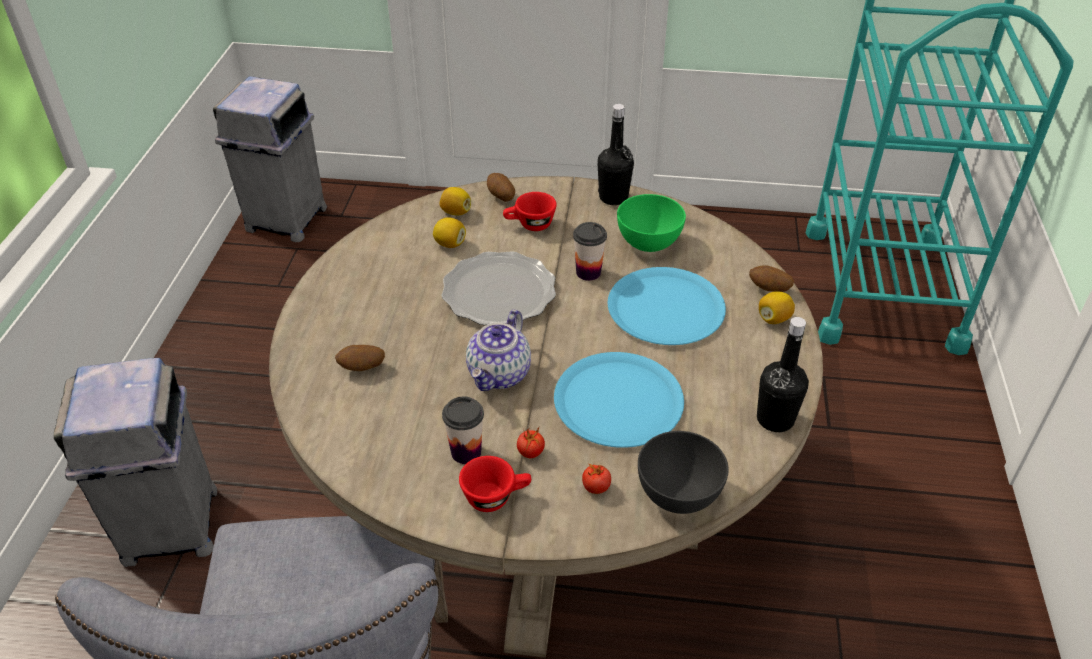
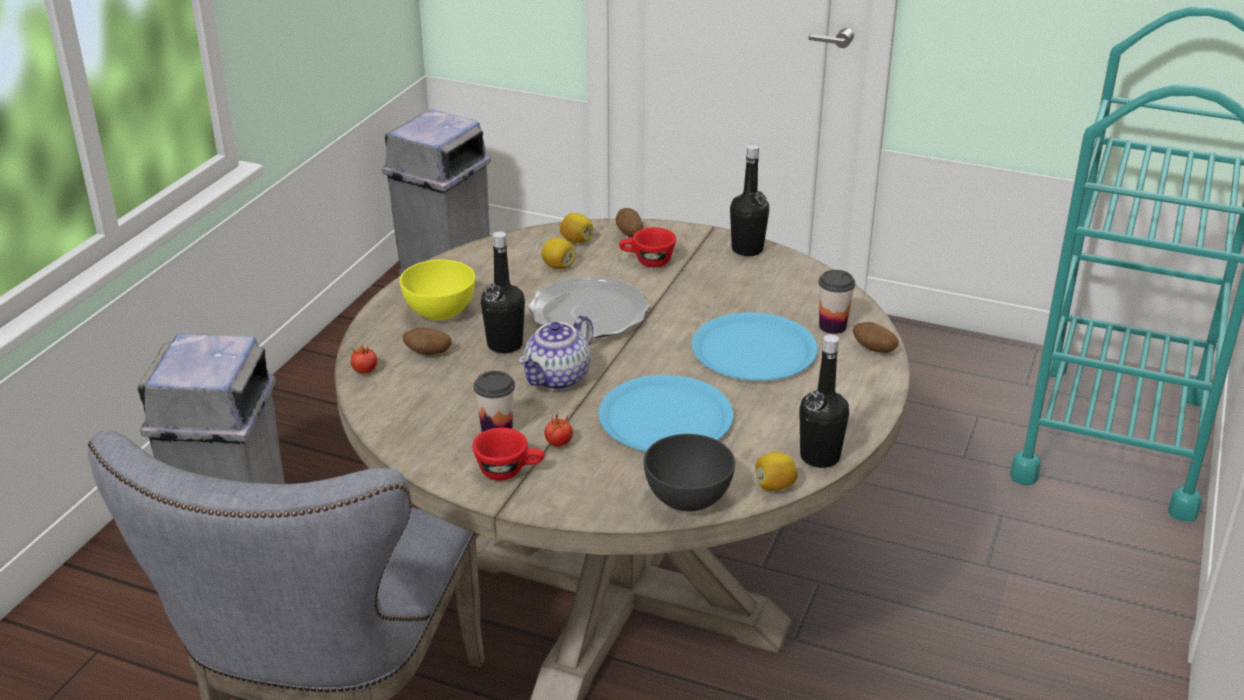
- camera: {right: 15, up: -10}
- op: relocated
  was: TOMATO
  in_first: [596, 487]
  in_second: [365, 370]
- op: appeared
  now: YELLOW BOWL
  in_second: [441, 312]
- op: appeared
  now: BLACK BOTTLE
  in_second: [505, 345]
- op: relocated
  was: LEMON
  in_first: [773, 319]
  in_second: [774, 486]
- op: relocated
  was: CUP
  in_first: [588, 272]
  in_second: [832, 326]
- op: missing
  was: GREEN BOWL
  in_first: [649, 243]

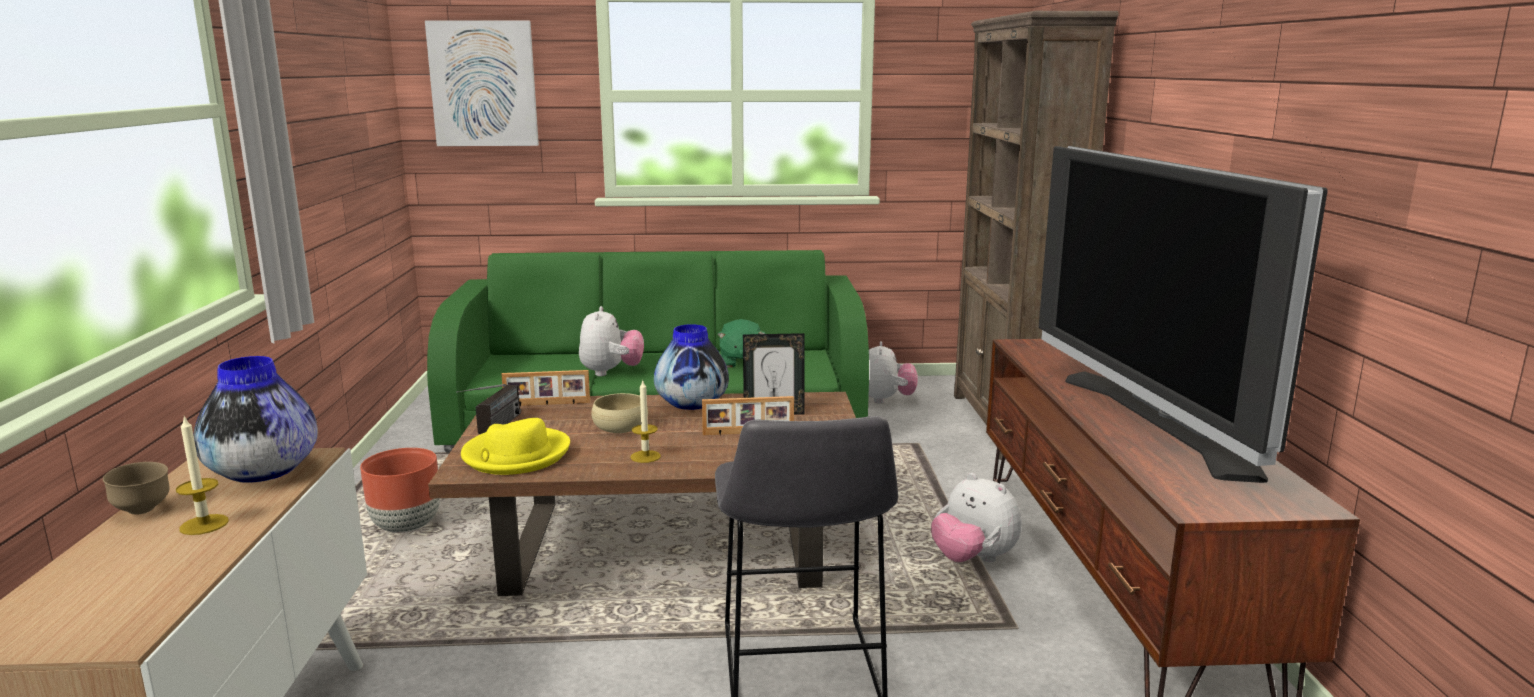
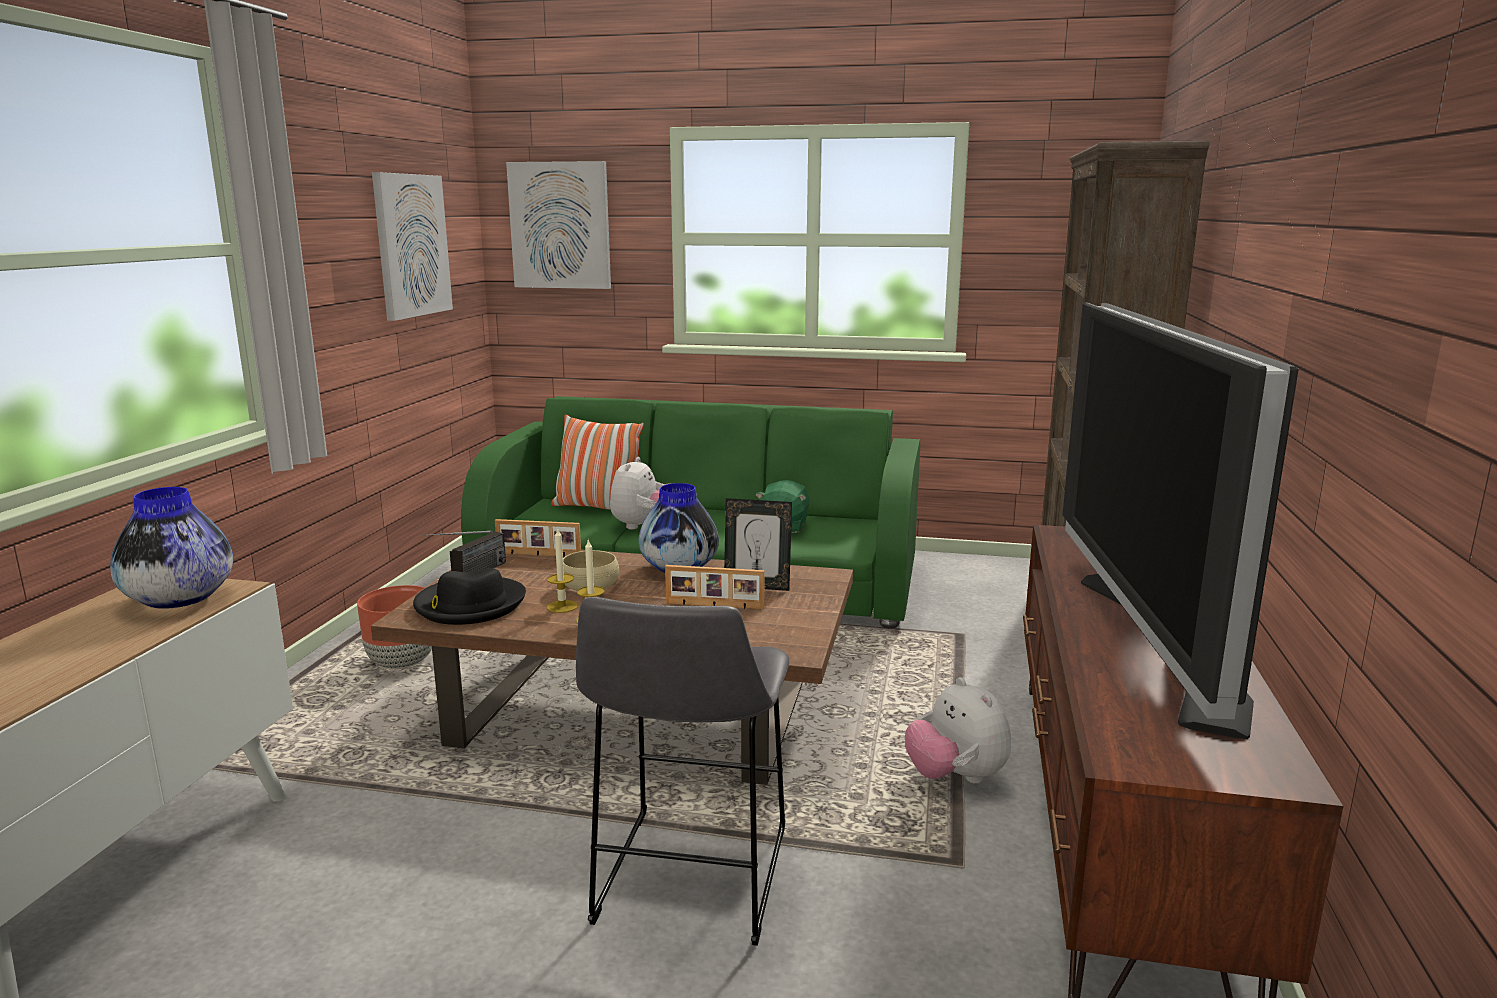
- camera: {right: 15, up: 0}
- op: appeared
  now: PICTURE
  in_second: [411, 245]
- op: colour
  was: YELLOW HAT
  now: BLACK HAT
  in_first: [515, 455]
  in_second: [469, 605]
- op: relocated
  was: CANDLE
  in_first: [204, 524]
  in_second: [562, 606]
- op: appeared
  now: PILLOW
  in_second: [597, 507]
- op: missing
  was: BROWN BOWL
  in_first: [143, 511]
- op: missing
  was: PLUSH TOY
  in_first: [887, 400]

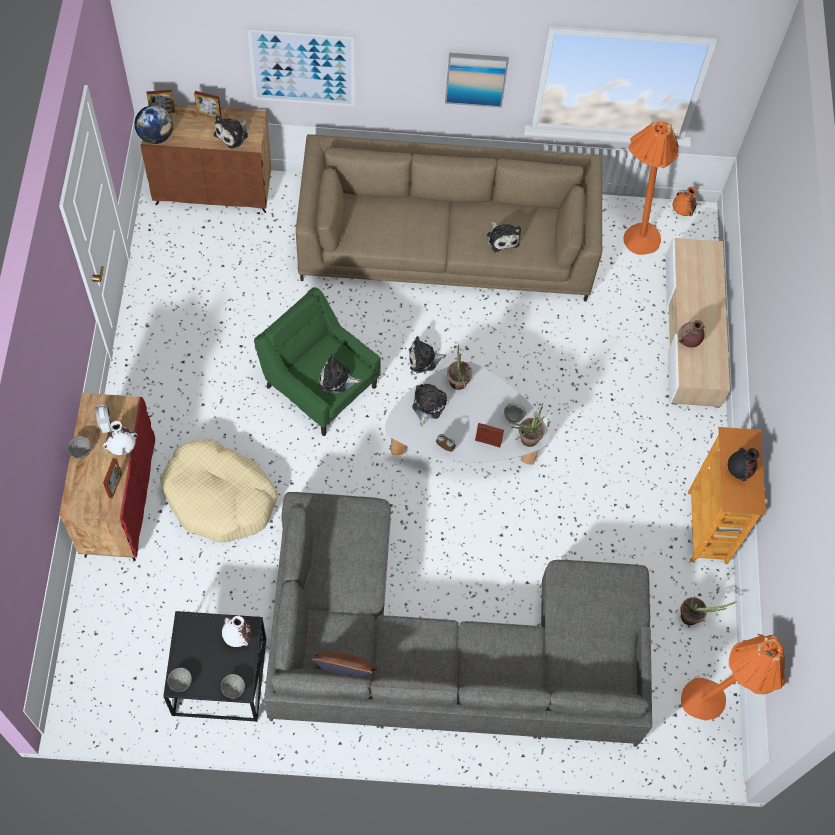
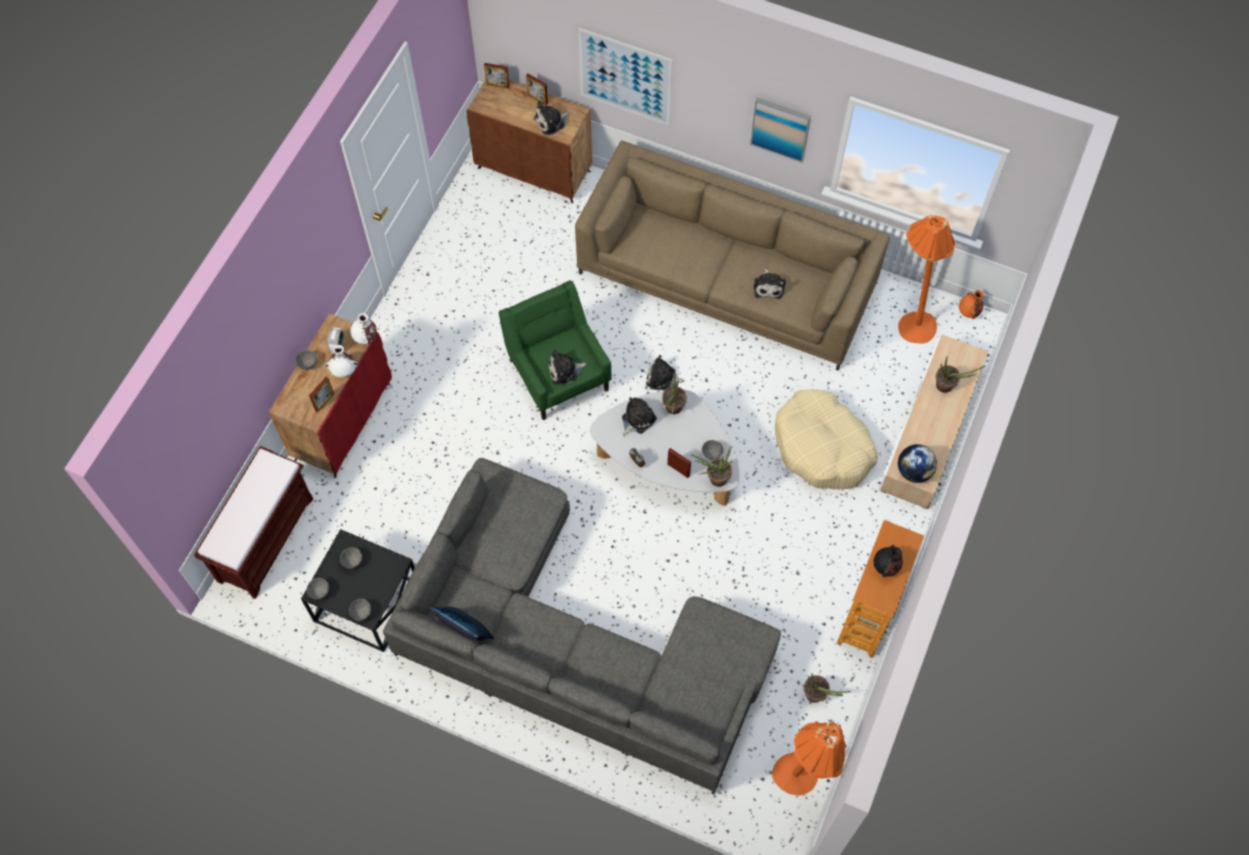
- camera: {right: 25, up: 0}
- op: appeared
  now: BROWN BENCH
  in_second: [266, 538]
- op: appeared
  now: GREY BOWL
  in_second: [352, 562]
- op: relocated
  was: WHITE VASE
  in_first: [238, 636]
  in_second: [365, 337]
- op: colour
  was: BROWN PILLOW
  now: BLUE PILLOW
  in_first: [343, 672]
  in_second: [464, 631]
- op: spun
  was: PLUSH TOY
  in_first: [336, 379]
  in_second: [565, 371]
  clockwise: -45
- op: relocated
  was: BEIGE DOG BED
  in_first: [219, 497]
  in_second: [822, 447]
- op: relocated
  was: GLOBE
  in_first: [156, 136]
  in_second: [914, 471]
- op: appeared
  now: POTTED PLANT
  in_second: [948, 387]
- op: missing
  was: BROWN VASE
  in_first: [688, 341]

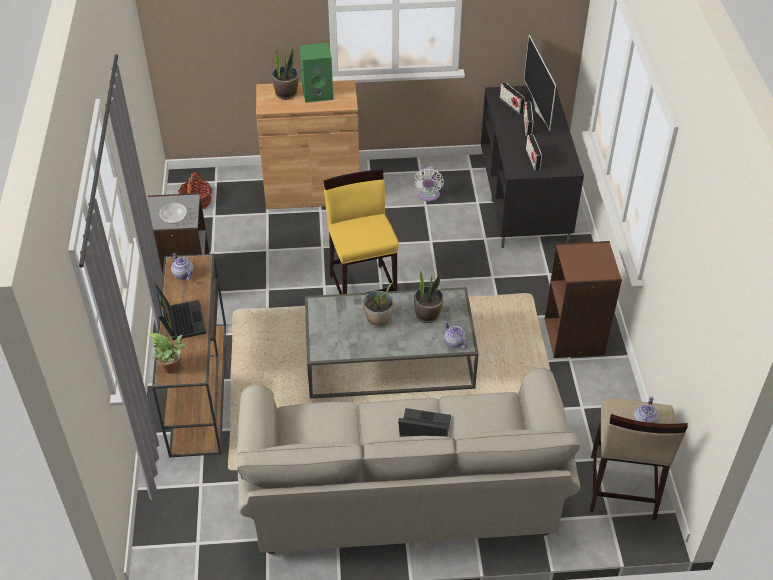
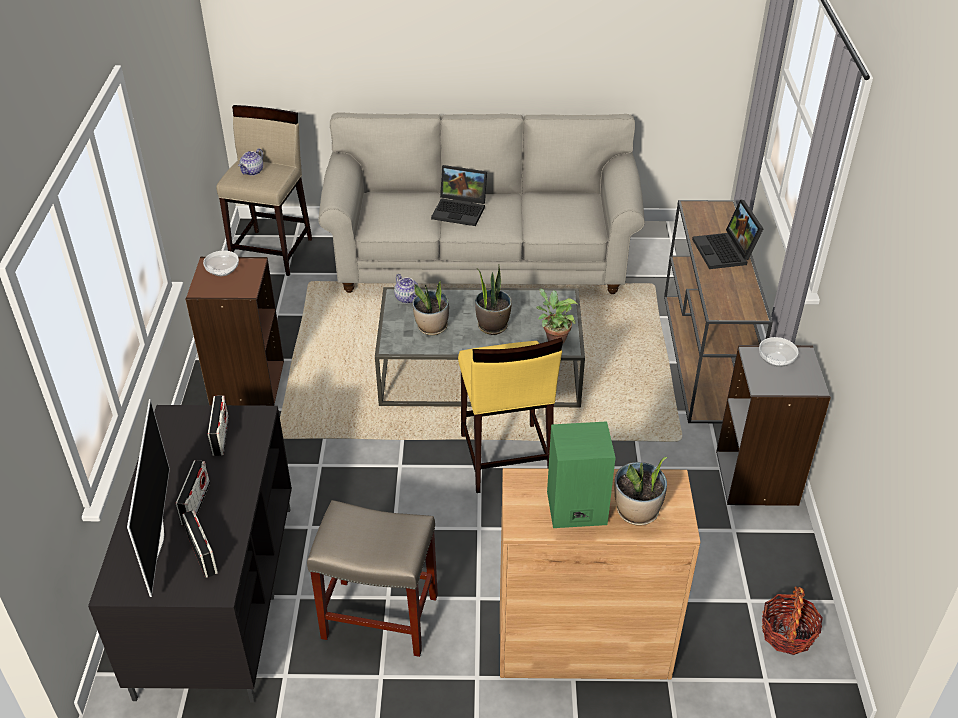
- camera: {right: -175, up: -5}
- op: appeared
  now: BOWL
  in_second: [222, 271]
- op: exchanged
  was: WHITE FAN
  now: BEIGE STOOL
  in_first: [428, 196]
  in_second: [378, 616]
- op: relocated
  was: POTTED PLANT
  in_first: [173, 368]
  in_second: [554, 339]
- op: missing
  was: TEAPOT
  in_first: [183, 274]

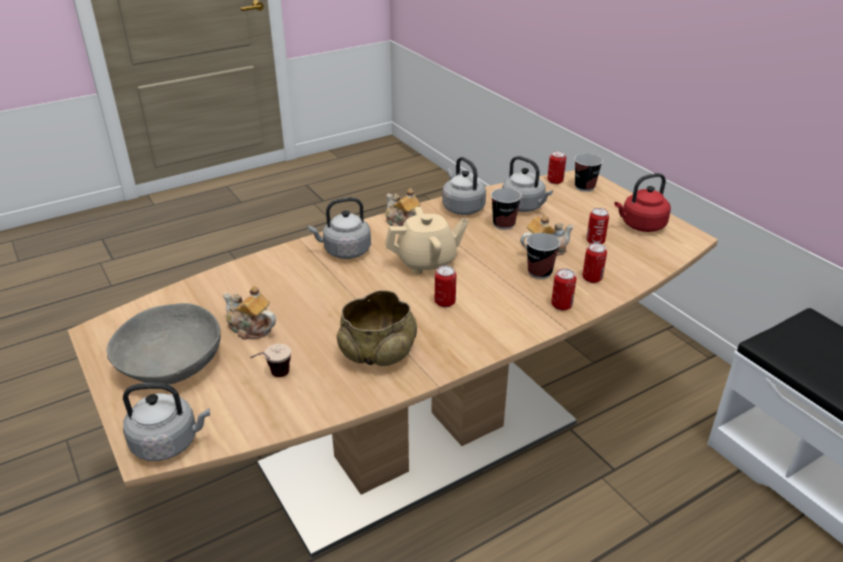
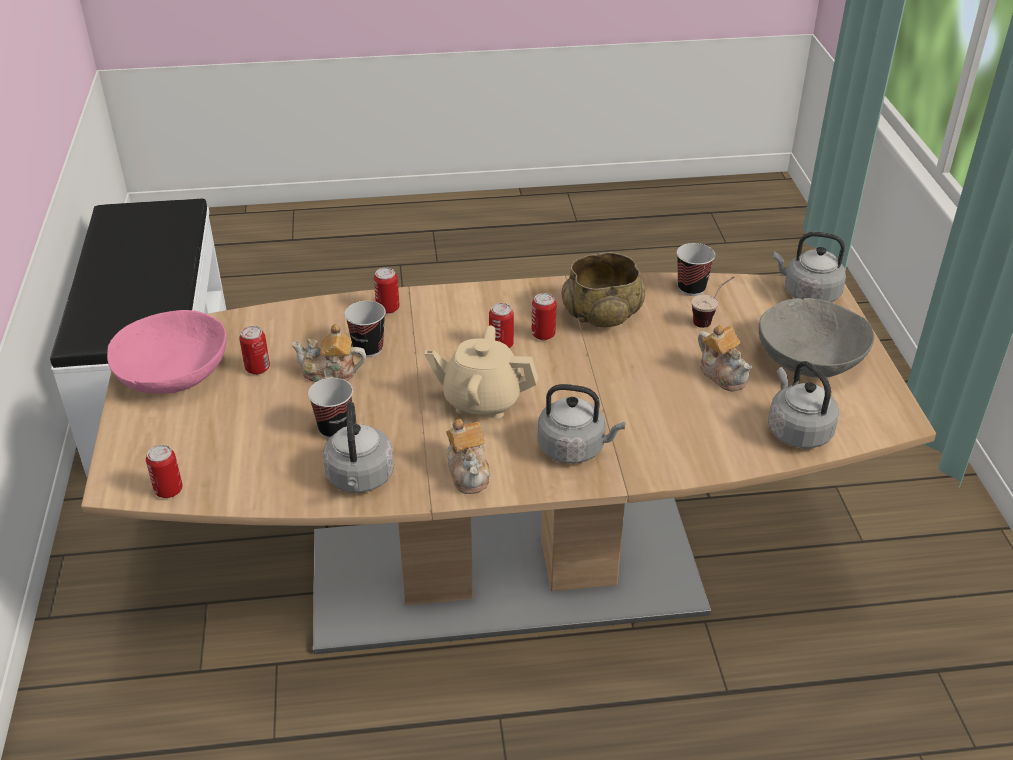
- camera: {right: -155, up: 5}
- op: exchanged
  was: RED KETTLE
  now: PINK BOWL
  in_first: [641, 225]
  in_second: [174, 373]
- op: relocated
  was: CAN
  in_first: [592, 278]
  in_second: [543, 334]
- op: relocated
  was: CUP
  in_first: [584, 187]
  in_second: [691, 288]
- op: relocated
  was: GREY KETTLE
  in_first: [524, 207]
  in_second: [797, 430]

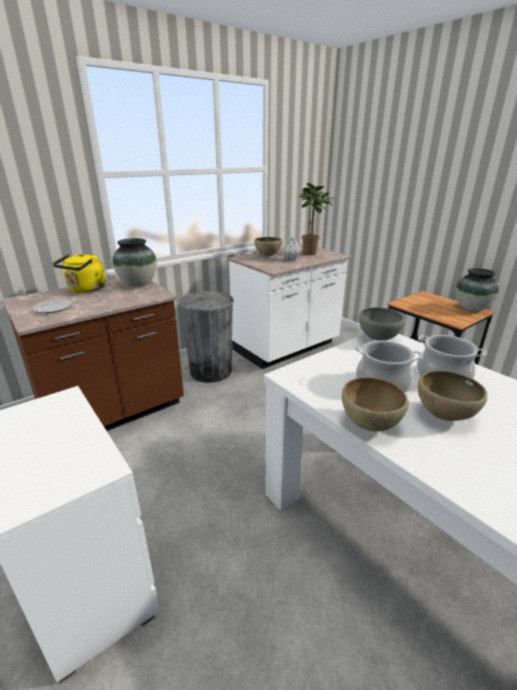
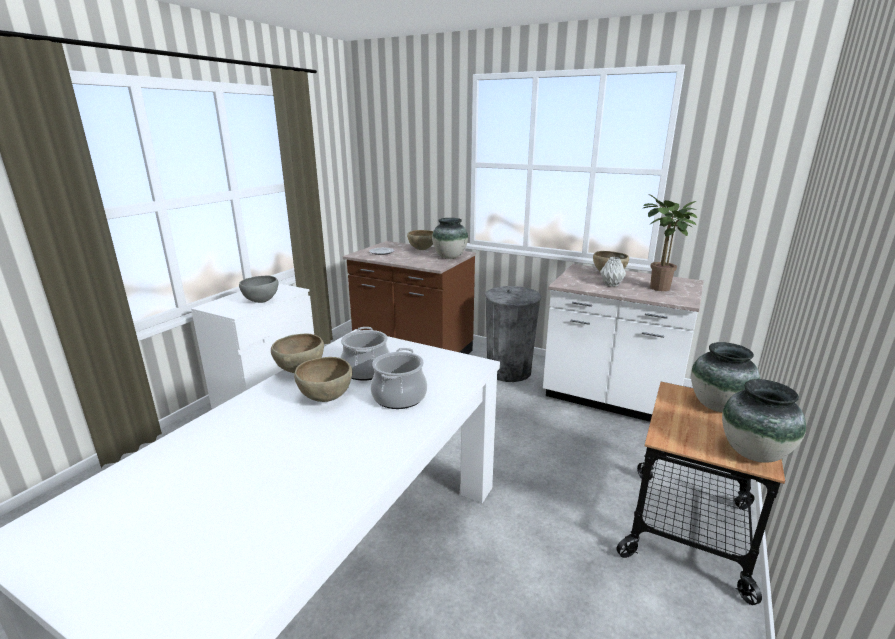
- camera: {right: 65, up: -5}
- op: relocated
  was: GREY BOWL
  in_first: [377, 339]
  in_second: [261, 302]
- op: exchanged
  was: YELLOW KETTLE
  now: BROWN BOWL
  in_first: [85, 290]
  in_second: [421, 250]
- op: appeared
  now: VASE
  in_second: [717, 406]

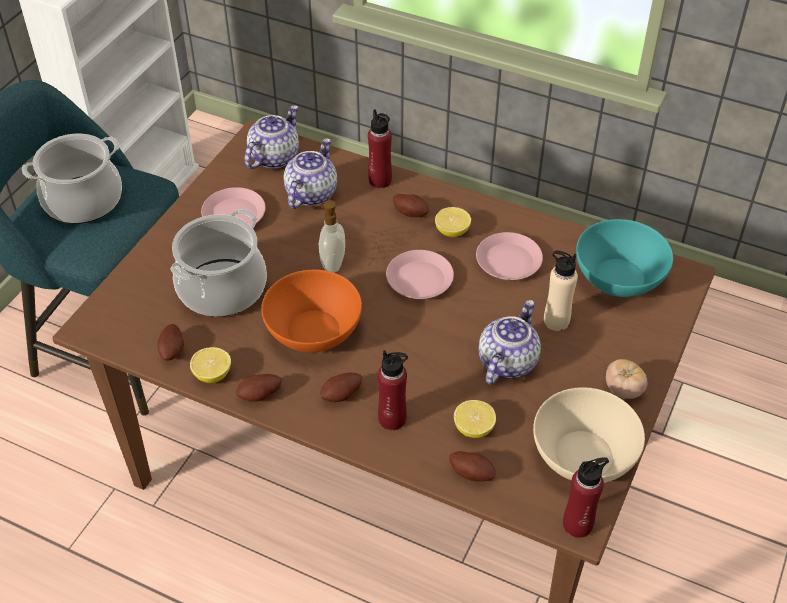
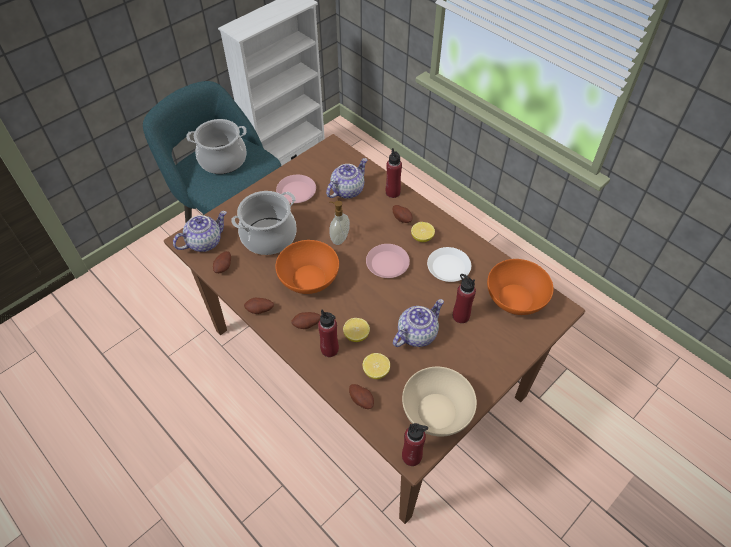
- camera: {right: 20, up: 5}
- op: relocated
  was: TEAPOT
  in_first: [274, 157]
  in_second: [204, 242]
- op: relocated
  was: LEMON
  in_first: [212, 374]
  in_second: [356, 335]
- op: colour
  was: PINK PLATE
  now: WHITE PLATE
  in_first: [508, 262]
  in_second: [448, 267]
- op: colour
  was: BEIGE BOTTLE
  now: RED BOTTLE
  in_first: [556, 321]
  in_second: [460, 316]
- op: colour
  was: TURQUOISE BOWL
  now: ORANGE BOWL
  in_first: [618, 277]
  in_second: [515, 298]
- op: missing
  was: TOMATO
  in_first: [623, 390]

